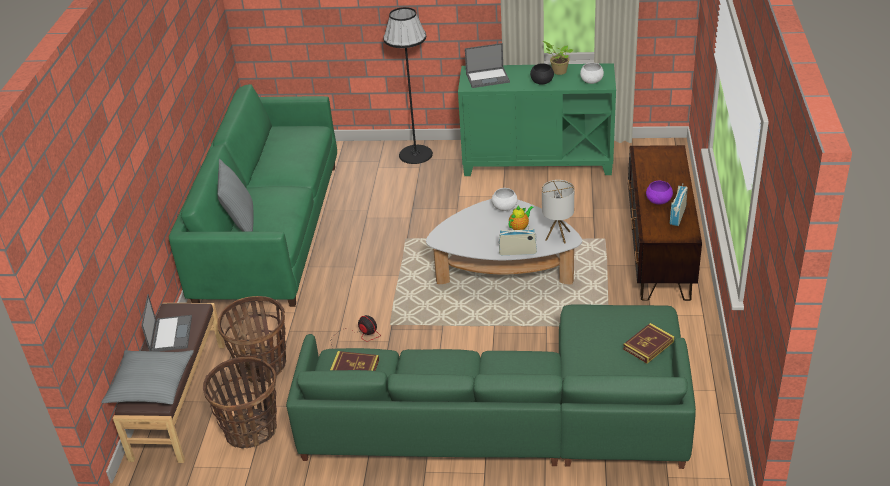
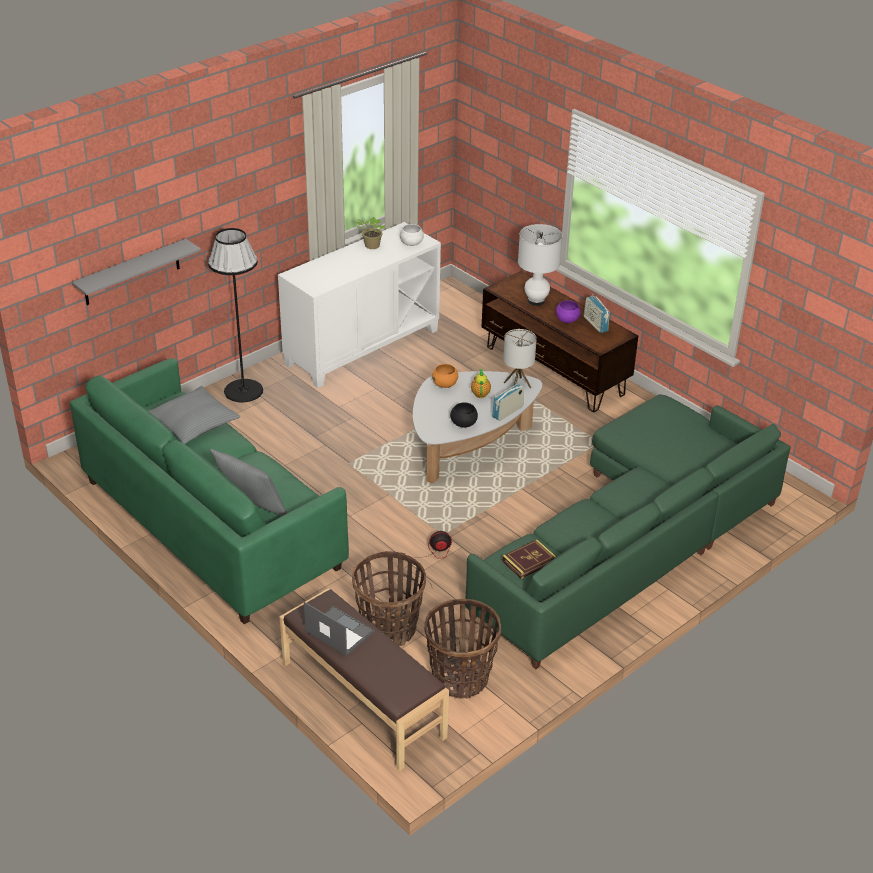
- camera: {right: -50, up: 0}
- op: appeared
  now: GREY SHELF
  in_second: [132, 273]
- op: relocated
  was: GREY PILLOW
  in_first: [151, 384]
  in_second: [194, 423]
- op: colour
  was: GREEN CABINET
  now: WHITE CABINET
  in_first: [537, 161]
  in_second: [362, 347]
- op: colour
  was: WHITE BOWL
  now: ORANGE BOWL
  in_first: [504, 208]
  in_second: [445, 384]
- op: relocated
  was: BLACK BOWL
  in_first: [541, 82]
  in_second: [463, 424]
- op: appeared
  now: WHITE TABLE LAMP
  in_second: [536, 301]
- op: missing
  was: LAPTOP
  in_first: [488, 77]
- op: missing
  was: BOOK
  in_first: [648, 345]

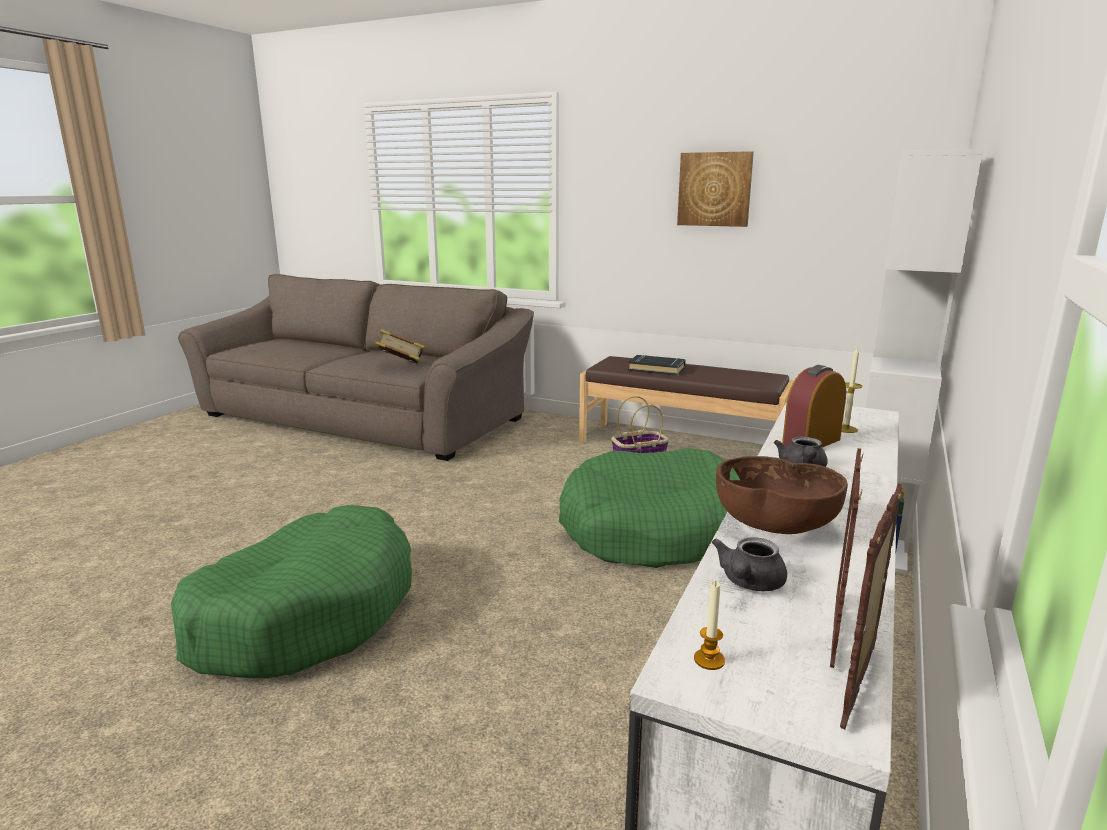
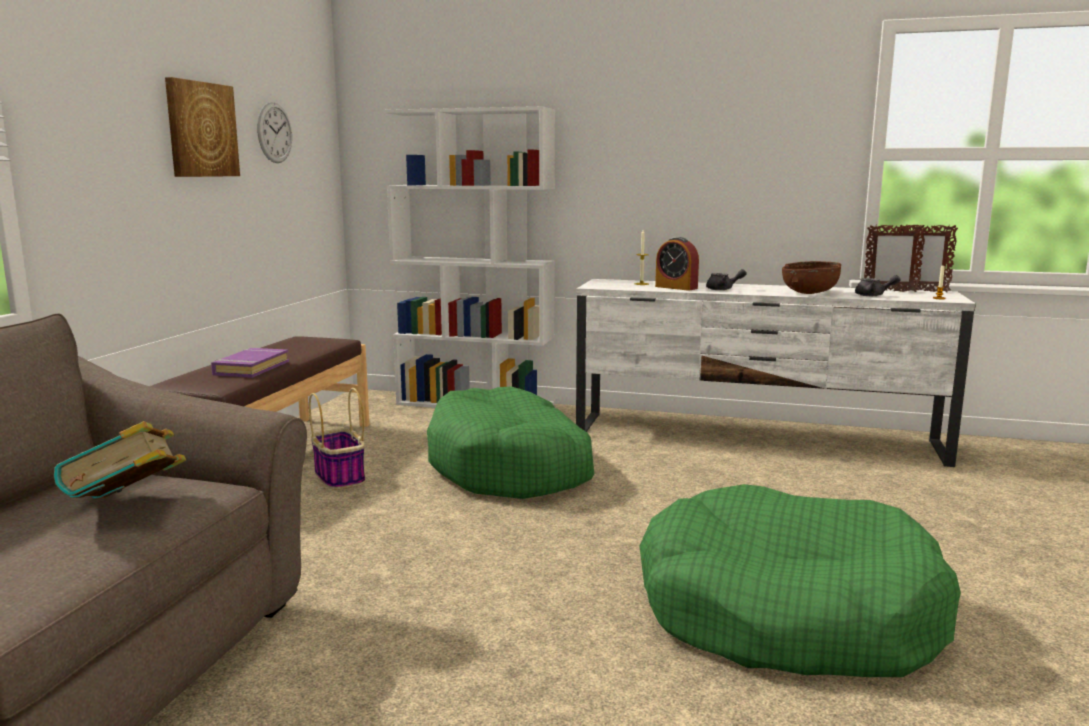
- camera: {right: -100, up: -5}
- op: colour
  was: BLACK BOOK
  now: PURPLE BOOK
  in_first: [657, 369]
  in_second: [251, 368]
- op: appeared
  now: WALL CLOCK
  in_second: [274, 133]

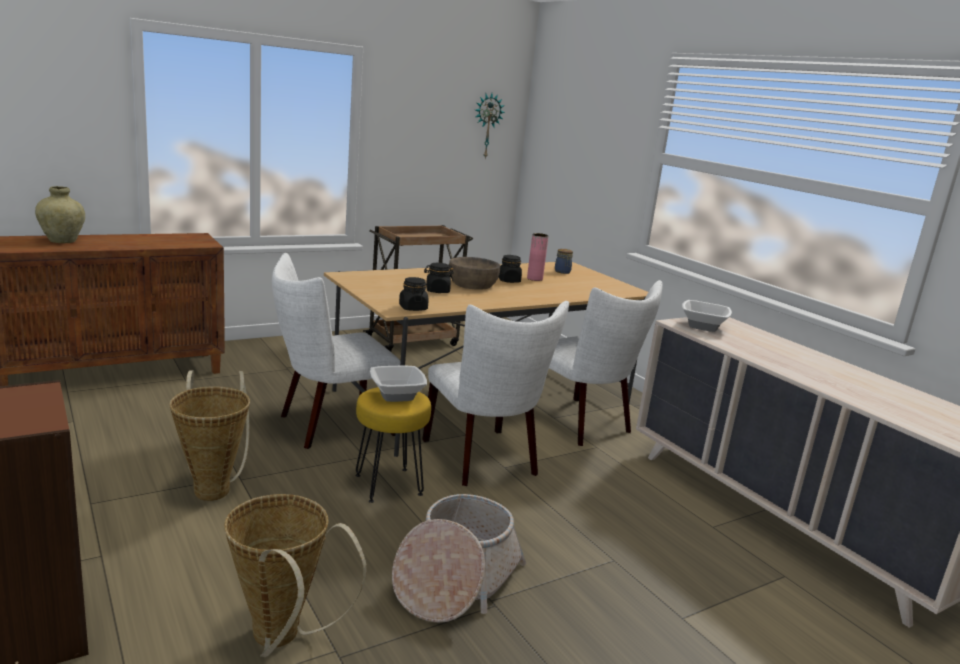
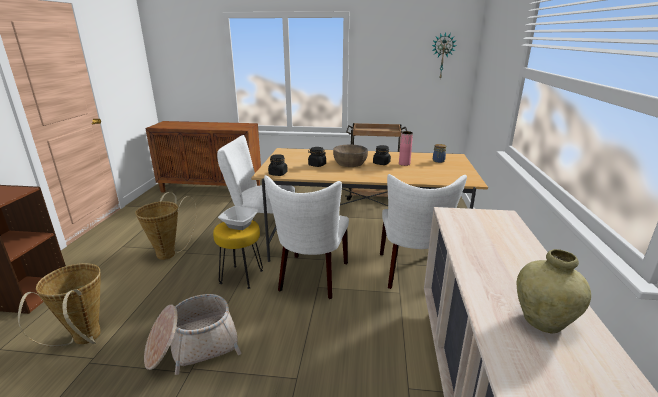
- camera: {right: 40, up: 5}
- op: relocated
  was: BEIGE VASE
  in_first: [62, 241]
  in_second: [542, 322]
- op: missing
  was: BOWL
  in_first: [702, 326]

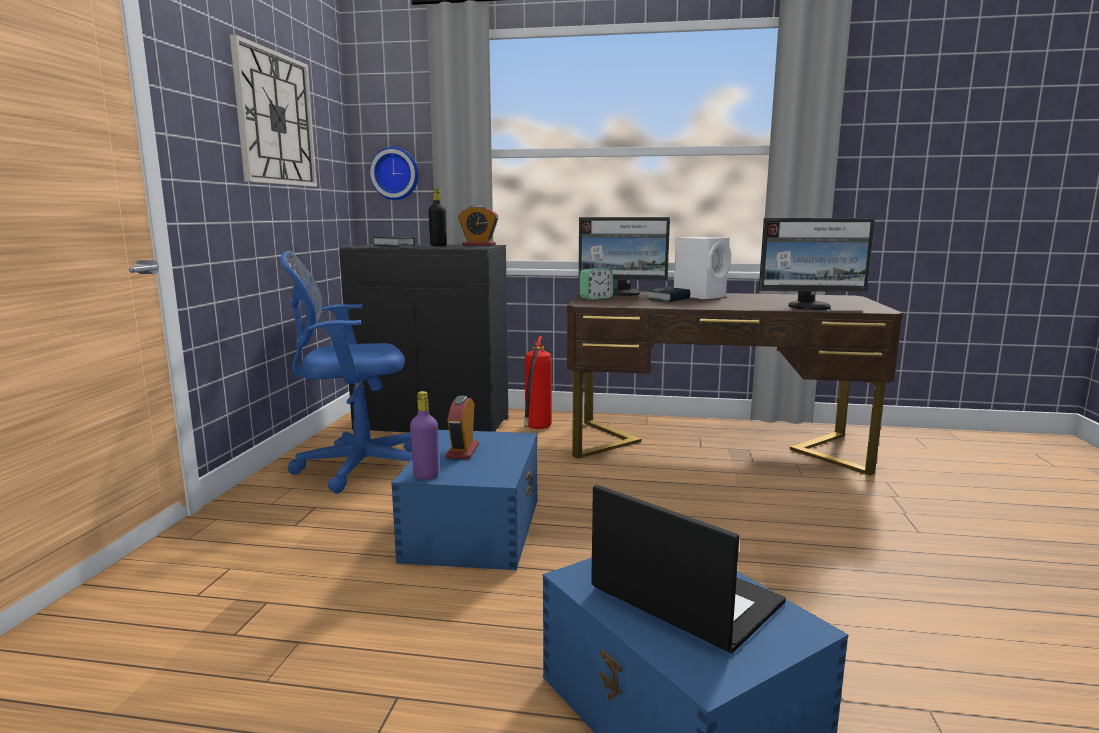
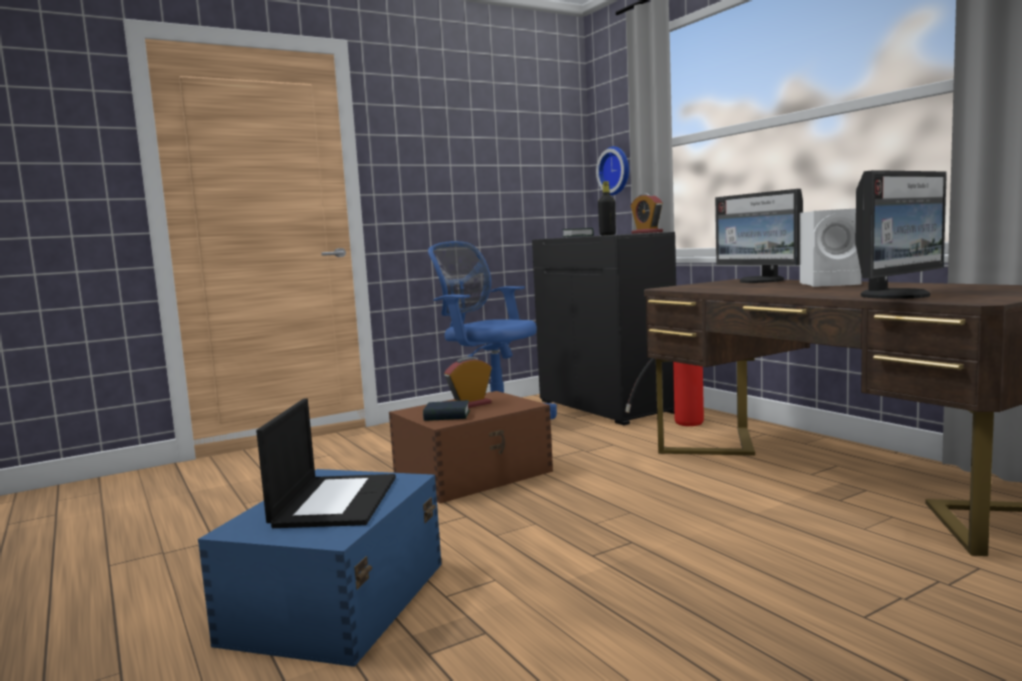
- camera: {right: 50, up: -5}
- op: colour
  was: BLUE STORAGE BOX
  now: BROWN STORAGE BOX
  in_first: [475, 528]
  in_second: [474, 474]
- op: relocated
  was: BOOK
  in_first: [668, 299]
  in_second: [447, 416]
- op: spun
  was: MONITOR
  in_first: [810, 307]
  in_second: [897, 296]
  clockwise: -90
- op: missing
  was: WALL CLOCK
  in_first: [275, 119]
- op: missing
  was: PURPLE BOTTLE
  in_first: [426, 475]
- op: missing
  was: ALARM CLOCK
  in_first: [596, 298]

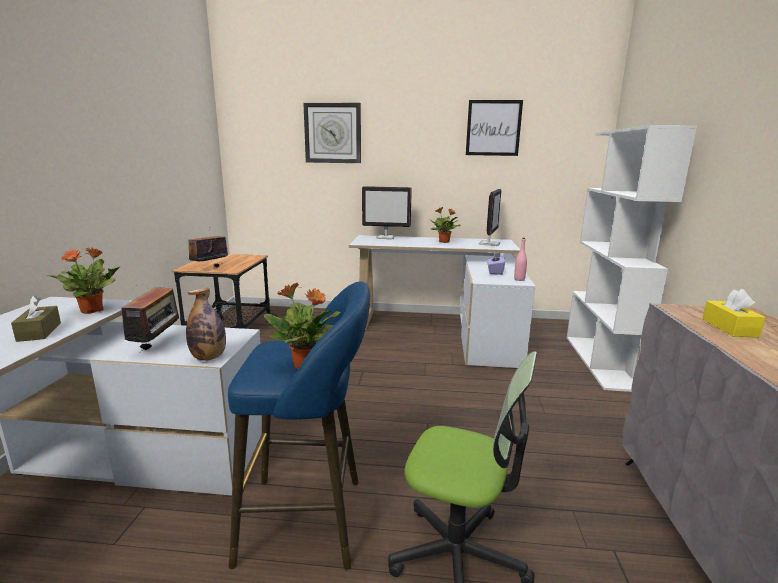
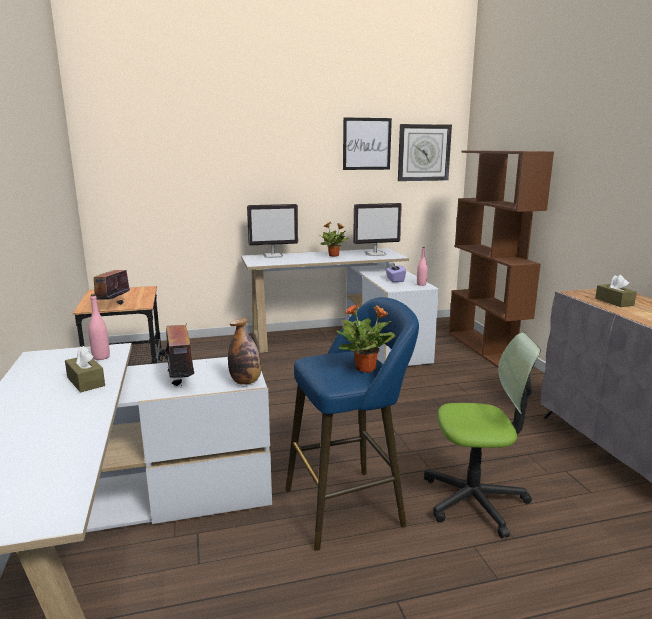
- camera: {right: -20, up: 0}
- op: exchanged
  was: POTTED PLANT
  now: PINK BOTTLE
  in_first: [93, 310]
  in_second: [101, 357]
- op: spun
  was: MONITOR
  in_first: [489, 244]
  in_second: [375, 254]
  clockwise: 75
- op: relocated
  was: WALL CLOCK
  in_first: [333, 133]
  in_second: [423, 152]
- op: colour
  was: WHITE BOOKCASE
  now: BROWN BOOKCASE
  in_first: [600, 362]
  in_second: [486, 348]
- op: colour
  was: YELLOW TISSUE BOX
  now: BROWN TISSUE BOX
  in_first: [729, 328]
  in_second: [614, 302]

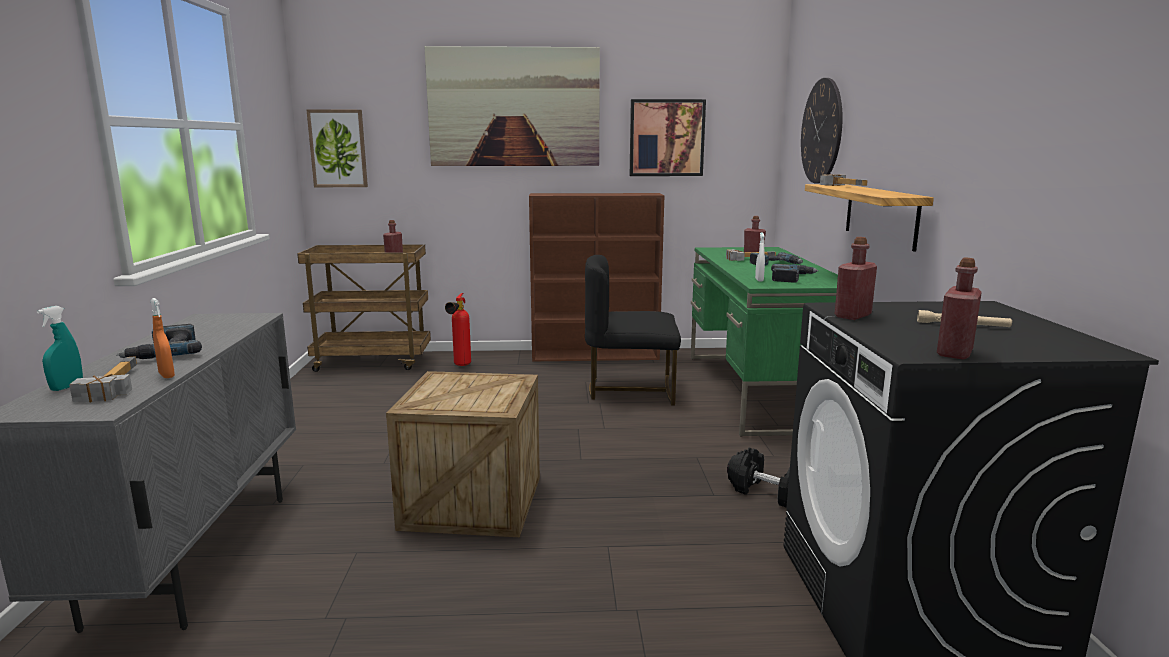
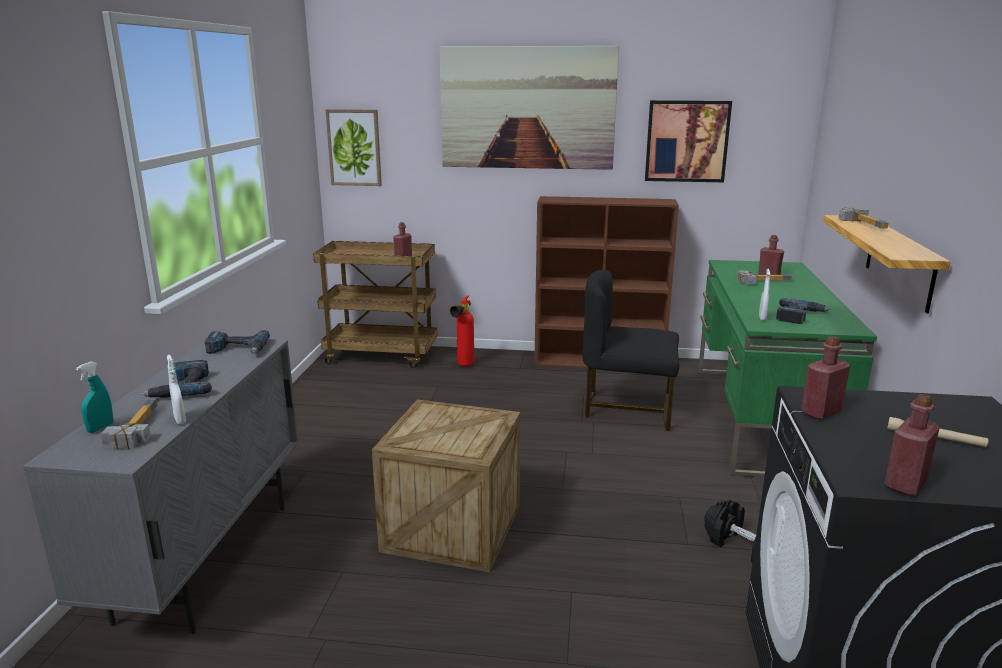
- camera: {right: 10, up: 5}
- op: colour
  was: ORANGE SPRAY BOTTLE
  now: WHITE SPRAY BOTTLE
  in_first: [166, 375]
  in_second: [180, 420]
- op: relocated
  was: POWER DRILL
  in_first: [775, 264]
  in_second: [237, 350]
- op: missing
  was: WALL CLOCK
  in_first: [821, 131]

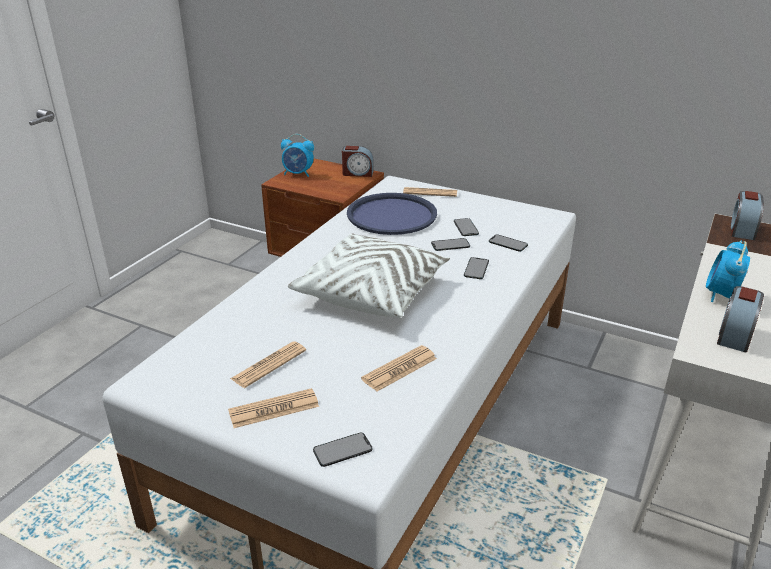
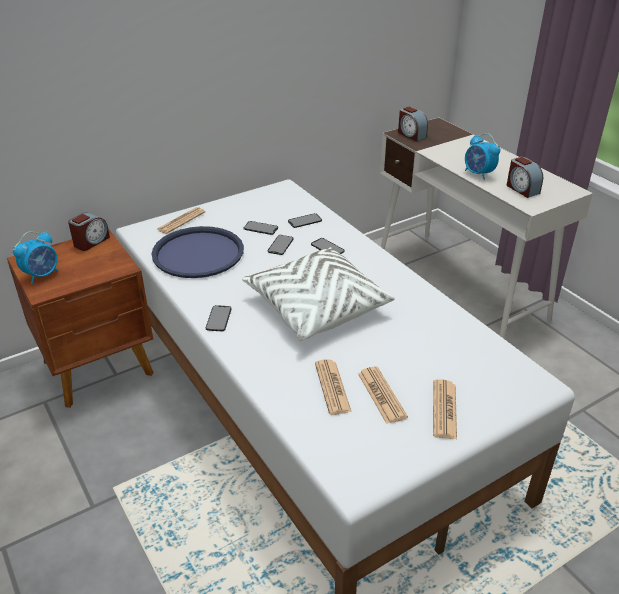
- camera: {right: -60, up: 5}
- op: relocated
  was: PHONE
  in_first: [342, 450]
  in_second: [218, 318]
- op: relocated
  was: NEWSPAPER
  in_first: [399, 369]
  in_second: [332, 387]

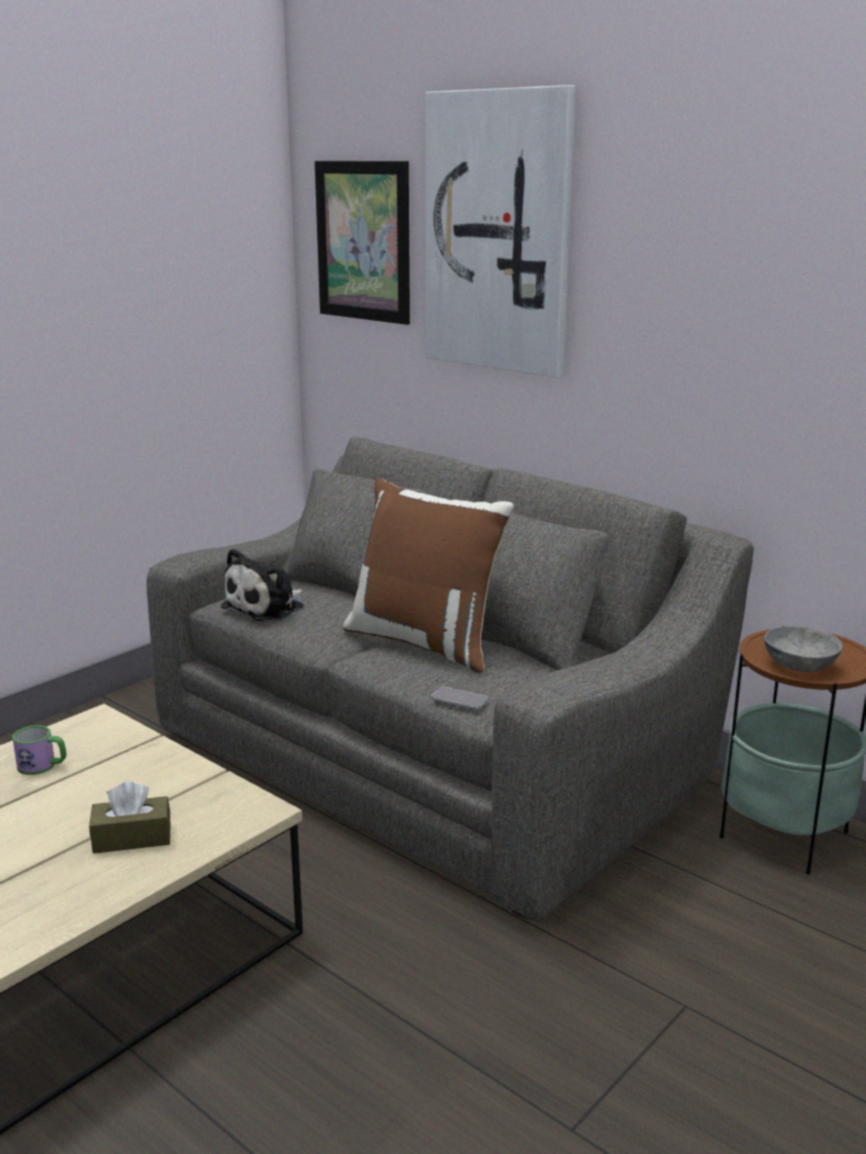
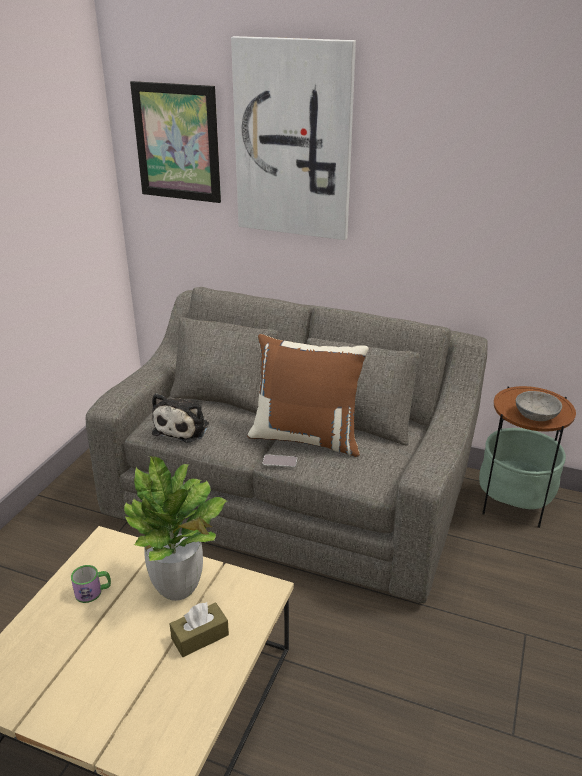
- camera: {right: -20, up: 10}
- op: appeared
  now: POTTED PLANT
  in_second: [178, 587]
- op: relocated
  was: PHONE
  in_first: [459, 699]
  in_second: [280, 462]

